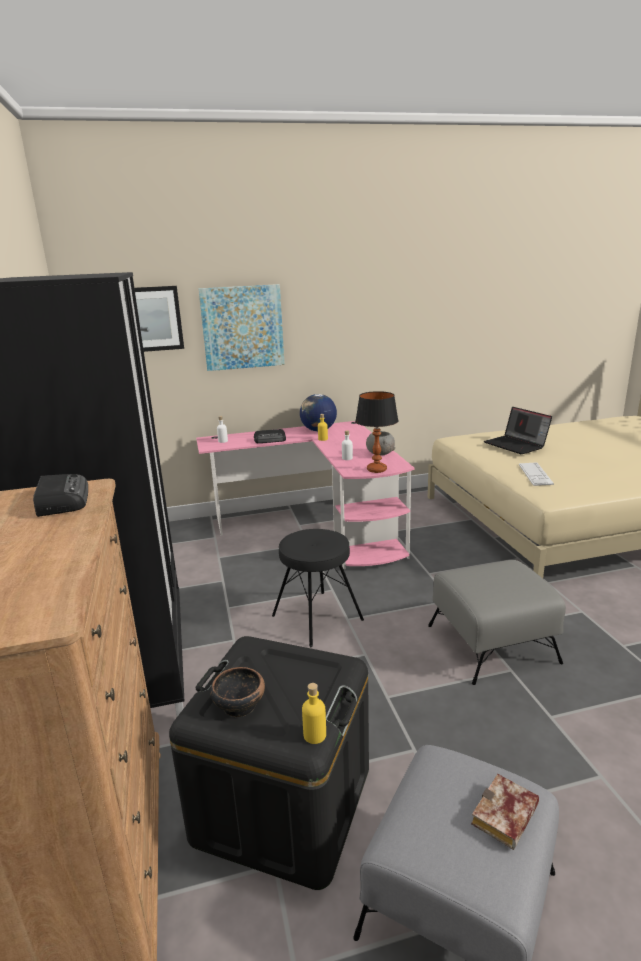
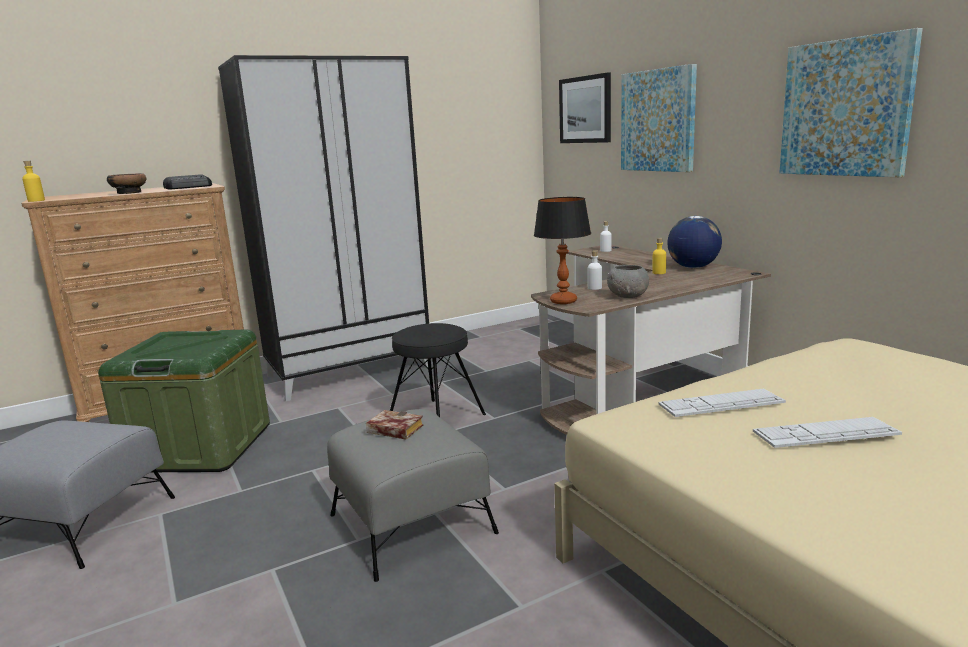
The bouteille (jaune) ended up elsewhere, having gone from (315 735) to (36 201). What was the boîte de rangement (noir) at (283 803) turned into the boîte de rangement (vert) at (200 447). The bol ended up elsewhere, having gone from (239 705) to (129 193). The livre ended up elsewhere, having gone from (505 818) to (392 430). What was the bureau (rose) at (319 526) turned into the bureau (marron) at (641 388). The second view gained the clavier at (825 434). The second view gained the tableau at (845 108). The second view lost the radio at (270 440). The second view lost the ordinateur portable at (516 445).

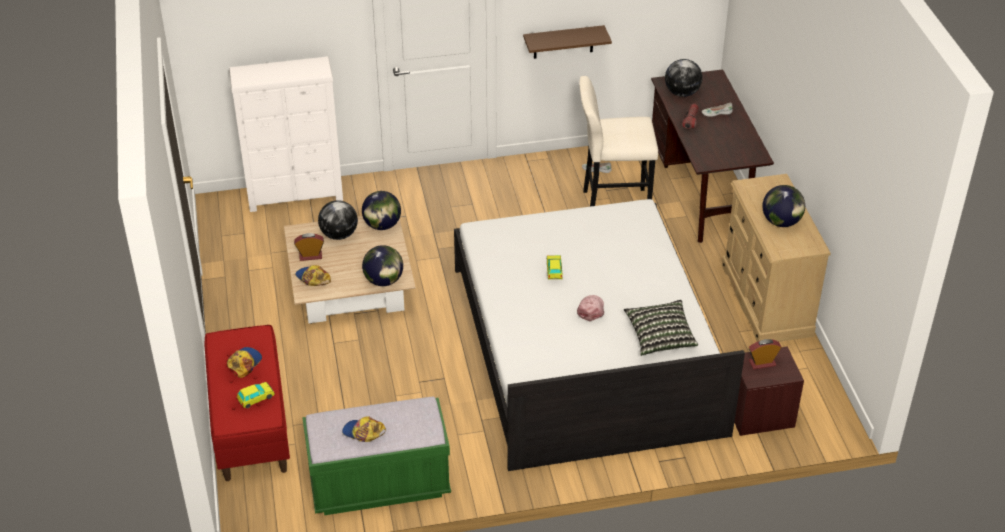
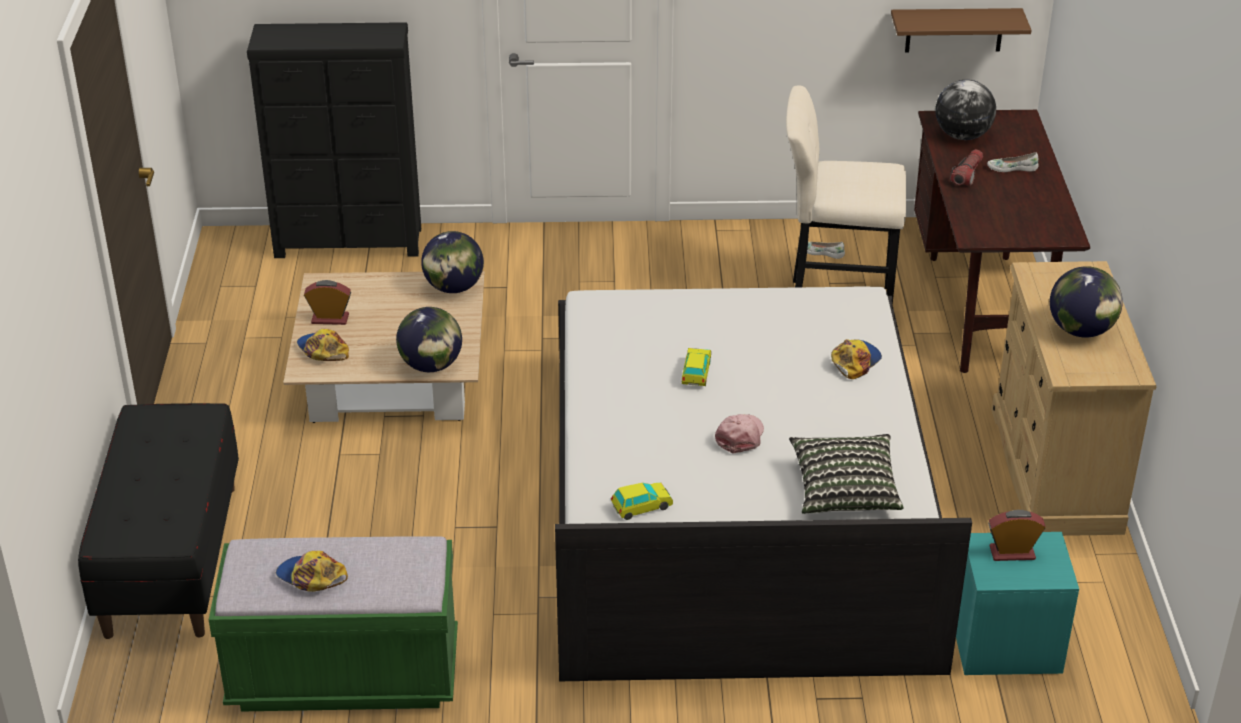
What was the banc (rouge) at (250 425) turned into the banc (noir) at (171 559). What was the commode (blanc) at (295 196) turned into the commode (noir) at (349 244). The petite voiture ended up elsewhere, having gone from (256 398) to (641 506). The casquette ended up elsewhere, having gone from (244 363) to (855 361). The étagère (marron) ended up elsewhere, having gone from (563 42) to (954 30). What was the table de chevet (marron) at (759 414) turned into the table de chevet (turquoise) at (1006 645). The second view lost the globe at (339 235).

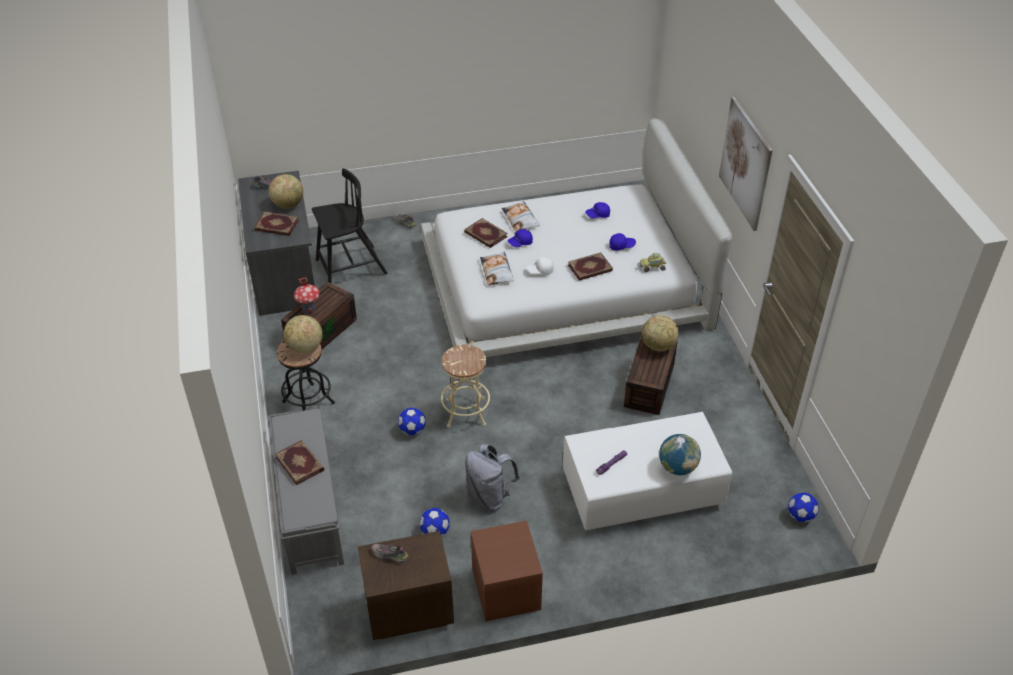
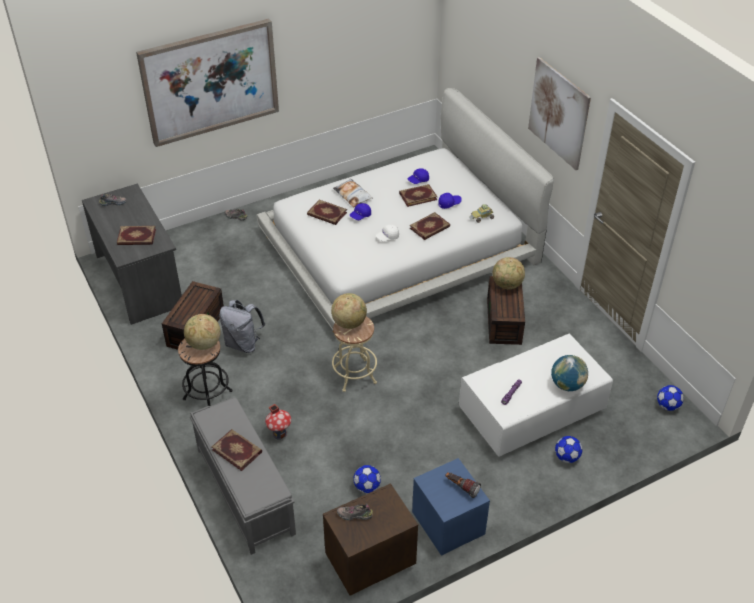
The second view gained the tableau at (210 81). The sac à dos (gris) ended up elsewhere, having gone from (490 495) to (243 344). The maison miniature ended up elsewhere, having gone from (309 309) to (279 433). The globe ended up elsewhere, having gone from (288 204) to (349 323). The second view gained the livre at (417 196). What was the table de chevet (marron) at (506 590) turned into the table de chevet (bleu) at (448 523). The second view gained the lampe de poche at (461 487). The ballon de foot ended up elsewhere, having gone from (412 430) to (567 457). The second view lost the chaise (noir) at (349 267). The second view lost the coussin at (497 272).

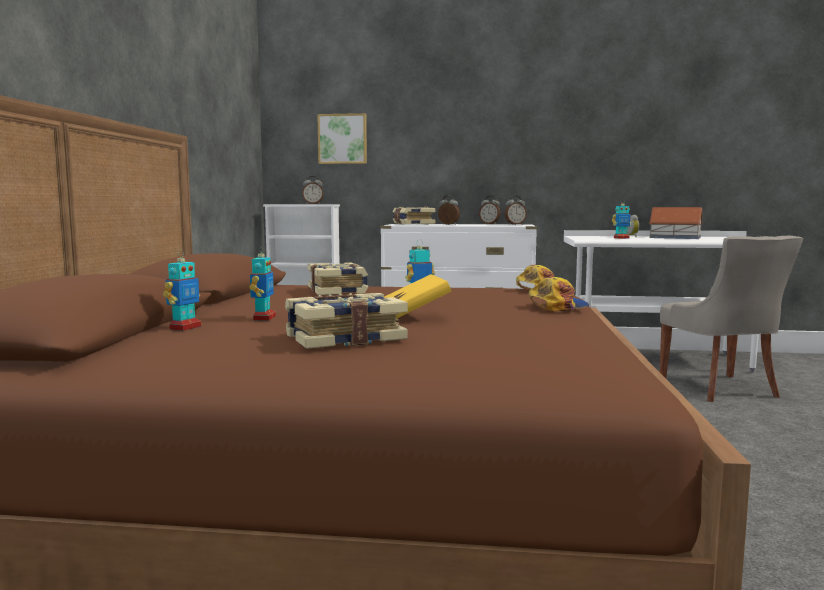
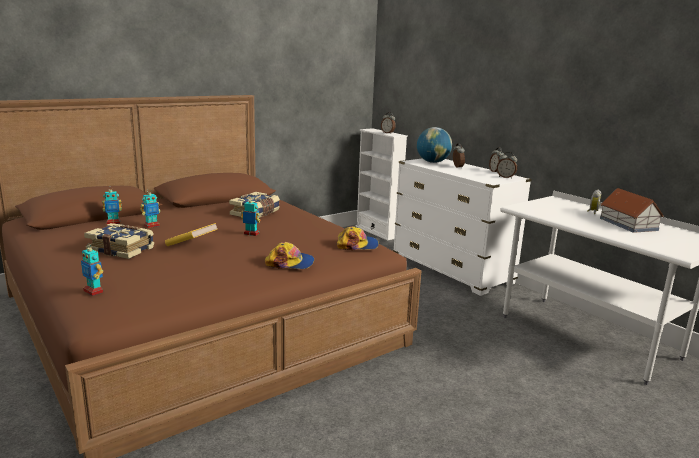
The robot jouet ended up elsewhere, having gone from (621 238) to (94 291). Where the livre stood at (412 224), the globe came to stand at (432 162). The second view lost the tableau at (342 139). The second view lost the chaise (gris) at (720 389).

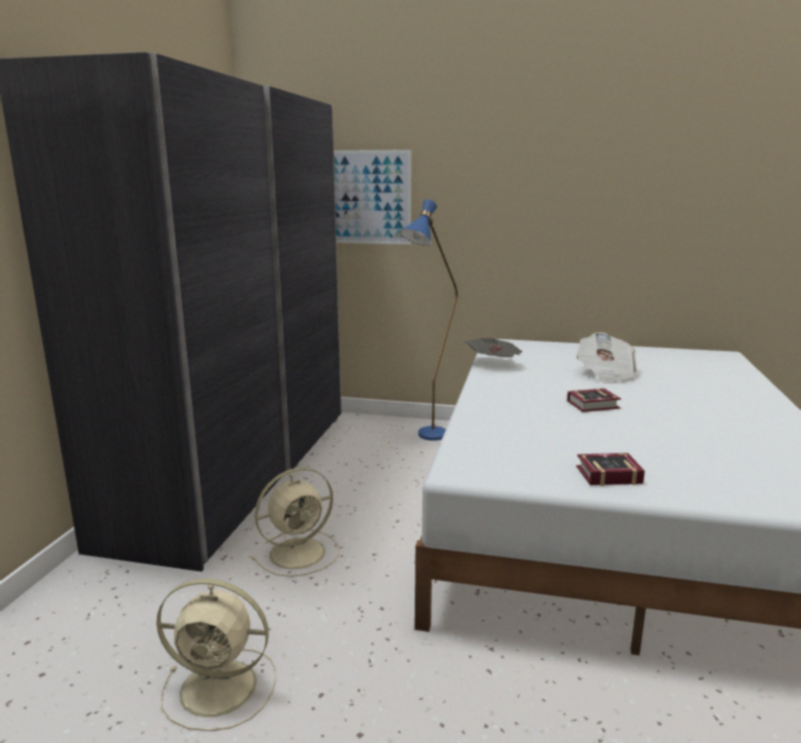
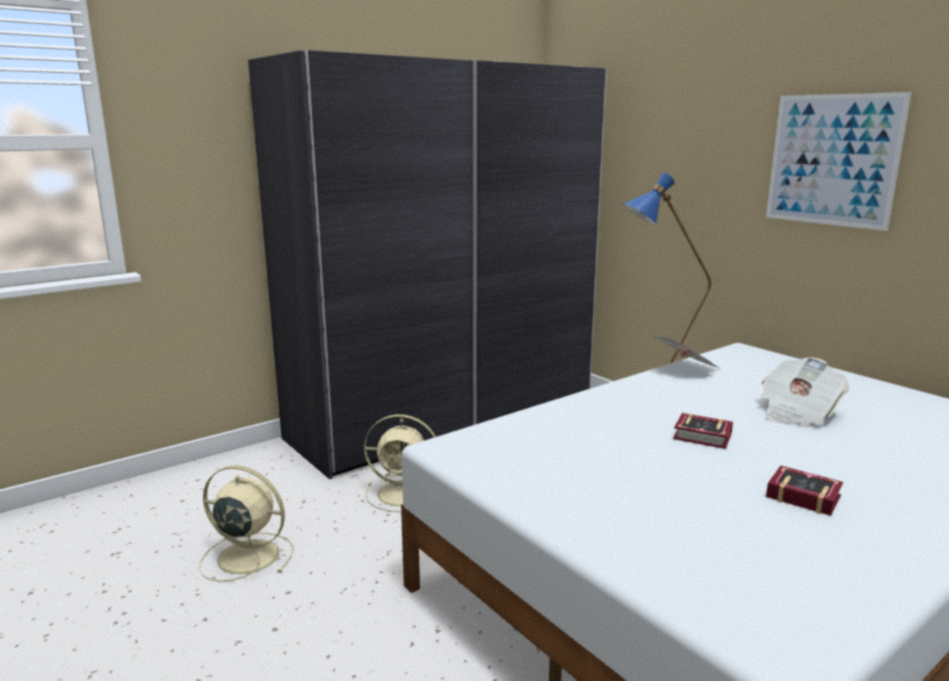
The ventilateur (beige) at (222 688) ended up facing another way, 150 degrees clockwise from before. The tableau ended up elsewhere, having gone from (367 197) to (832 160). The livre ended up elsewhere, having gone from (605 474) to (800 495).

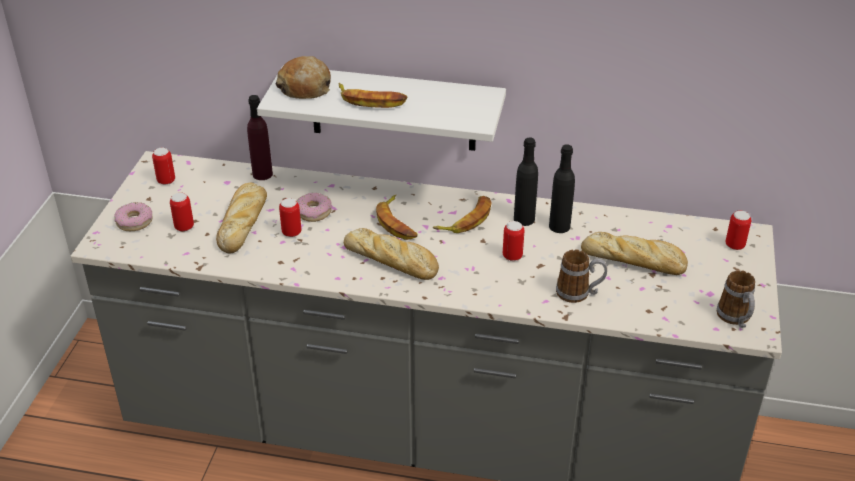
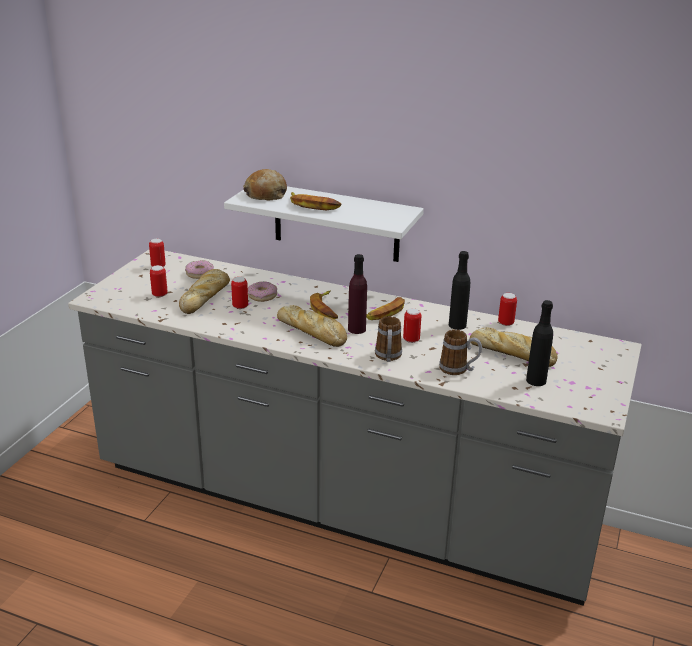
The beignet ended up elsewhere, having gone from (134 222) to (199 274). The bouteille (violet) ended up elsewhere, having gone from (262 174) to (356 329). The mug ended up elsewhere, having gone from (735 319) to (388 357). The boîte métallique ended up elsewhere, having gone from (734 245) to (505 323). The bouteille (noir) ended up elsewhere, having gone from (524 219) to (536 380).

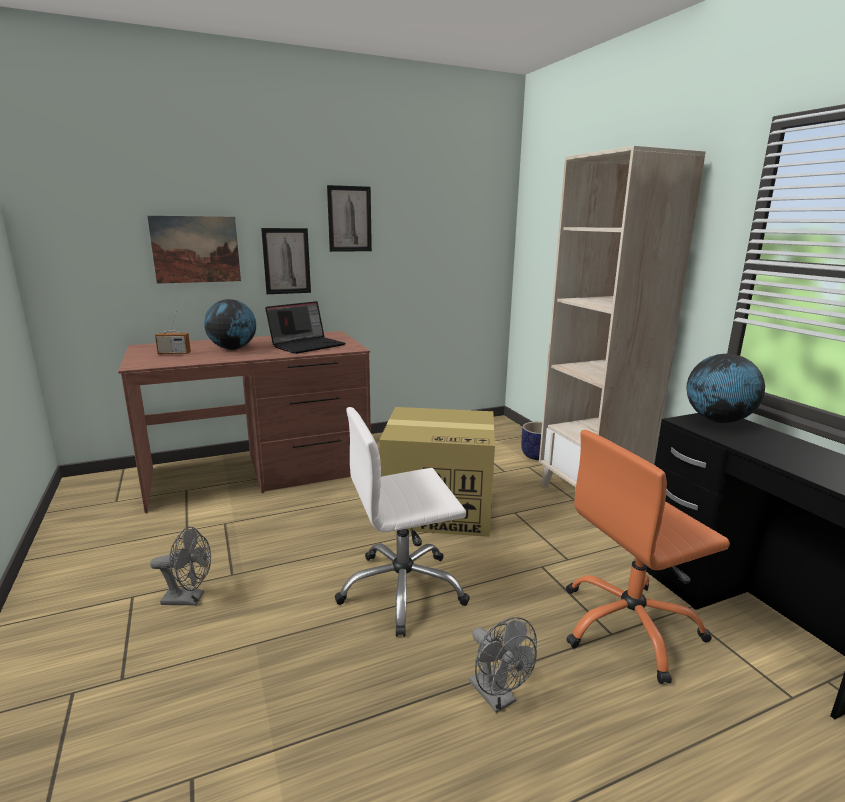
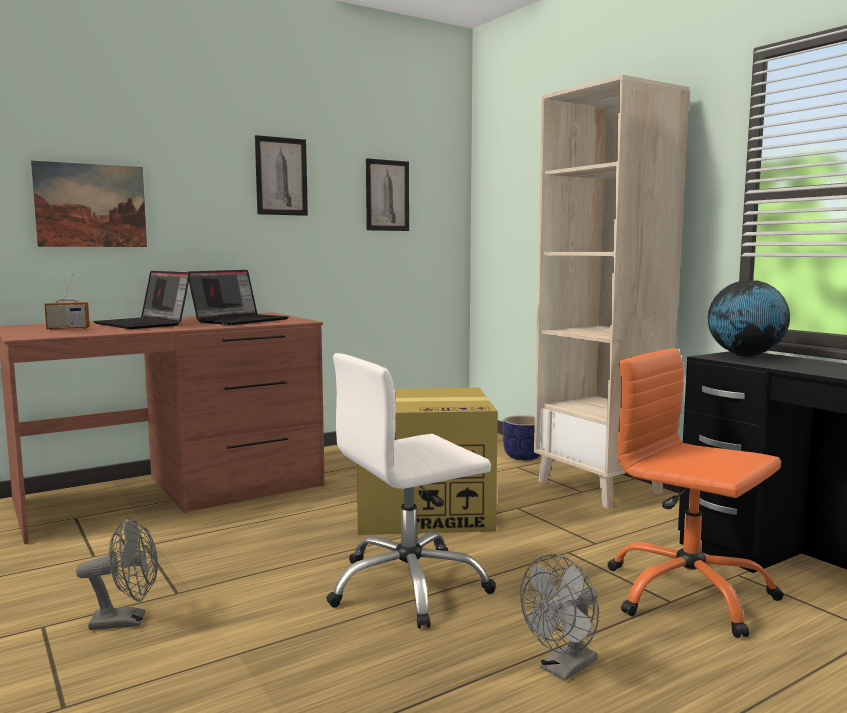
Where the globe stood at (233 348), the ordinateur portable came to stand at (144 324). The tableau ended up elsewhere, having gone from (286 261) to (387 195). The ventilateur (gris) at (497 697) ended up facing another way, 90 degrees clockwise from before. The chaise de bureau (orange) at (629 627) ended up facing another way, 75 degrees clockwise from before.

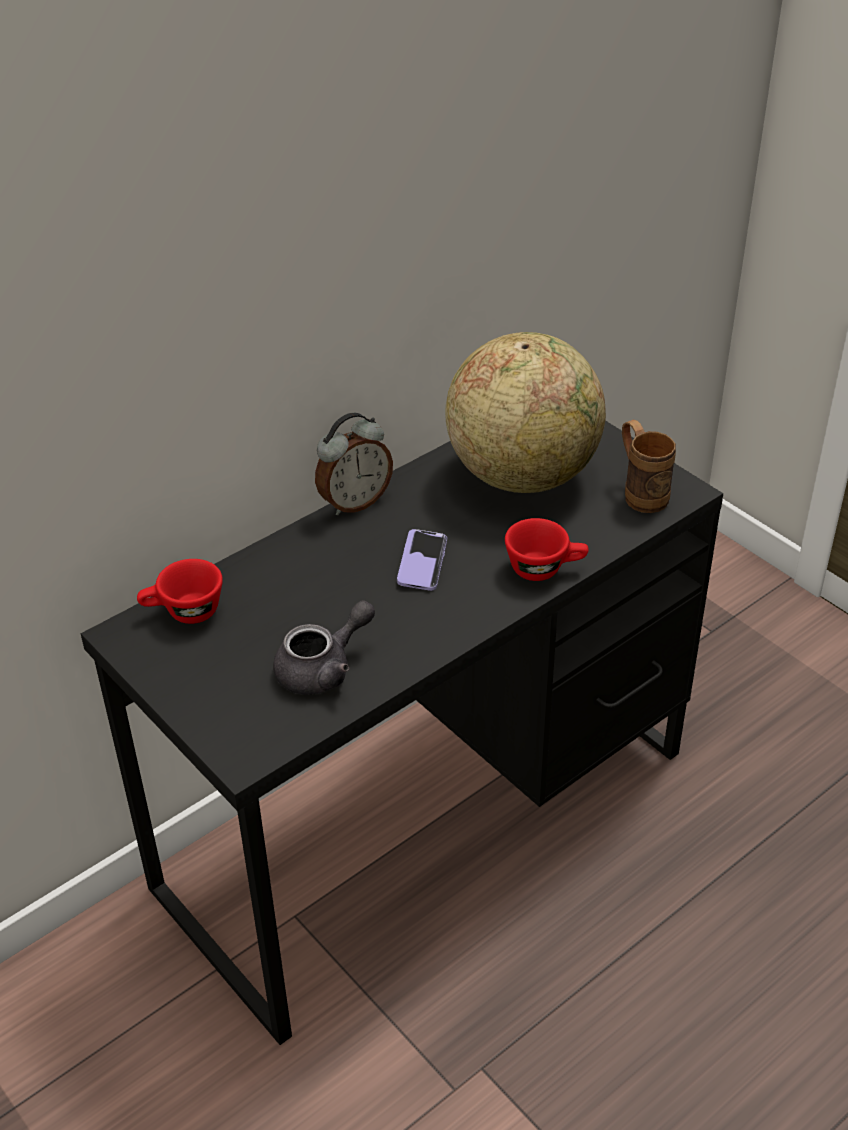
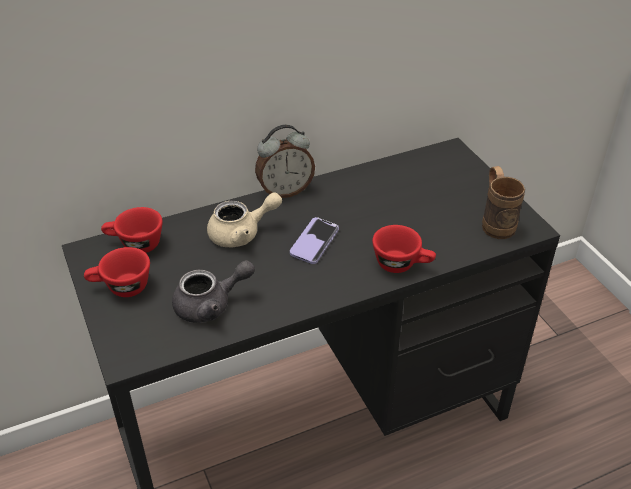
The second view gained the tasse (rouge) at (121 288). The second view gained the théière (beige) at (242 233). The second view lost the globe at (523 475).

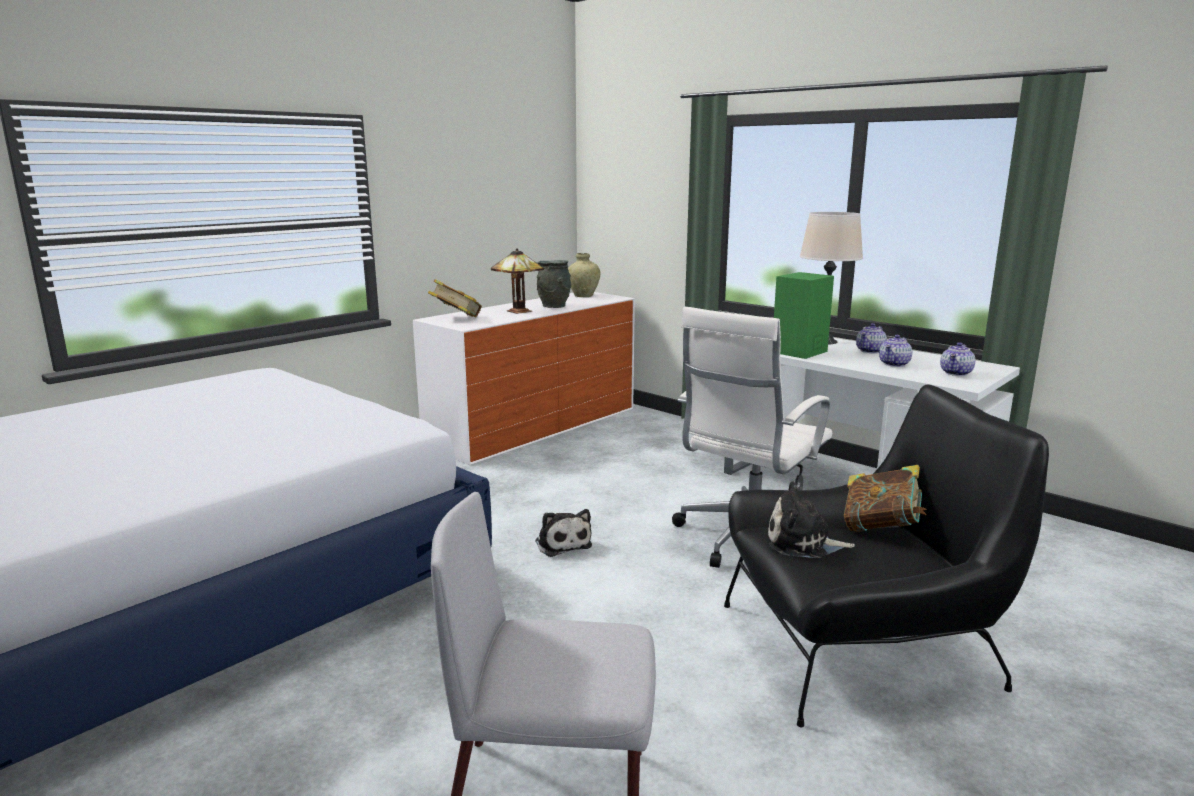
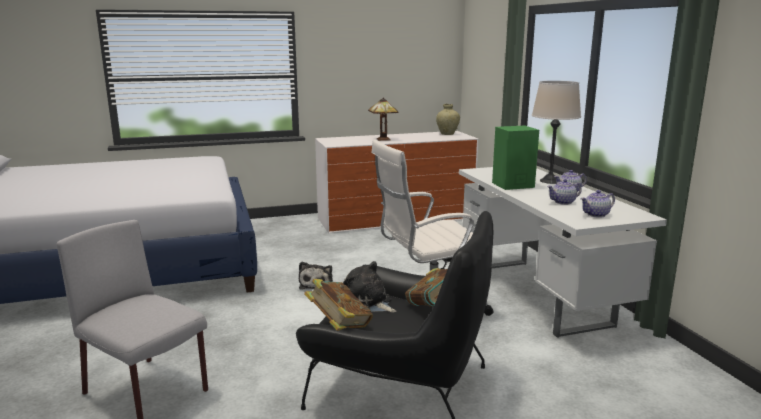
The livre ended up elsewhere, having gone from (456 319) to (339 326). The second view lost the vase (gris) at (554 306).

